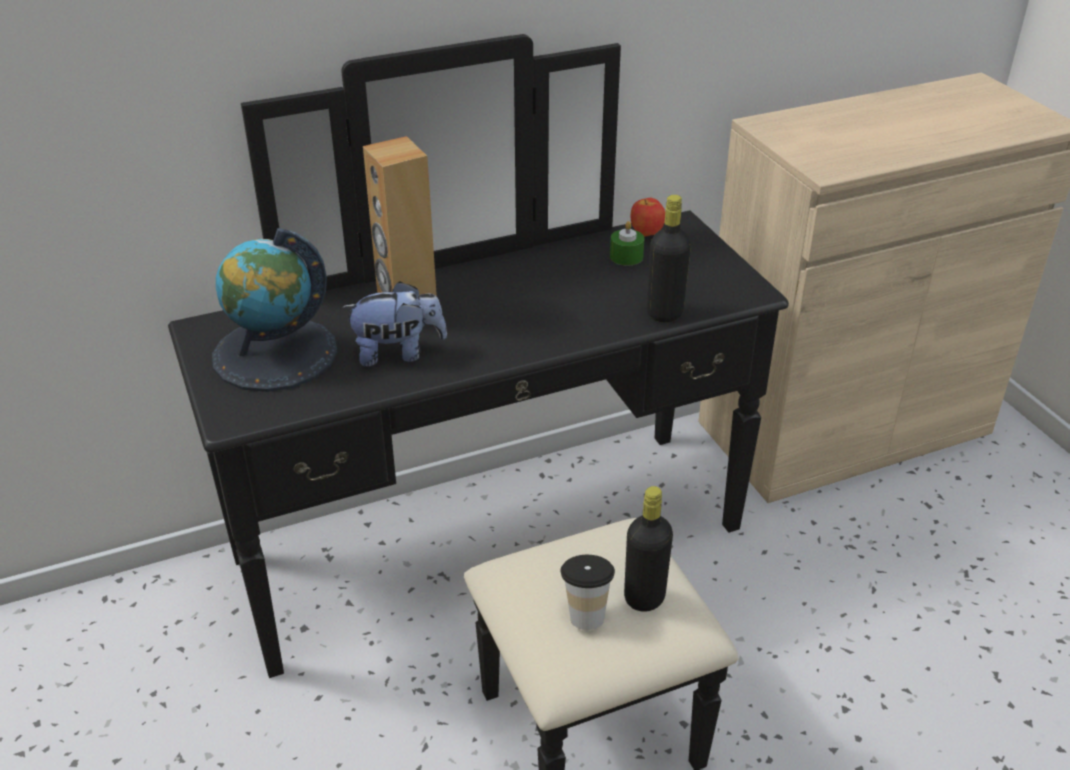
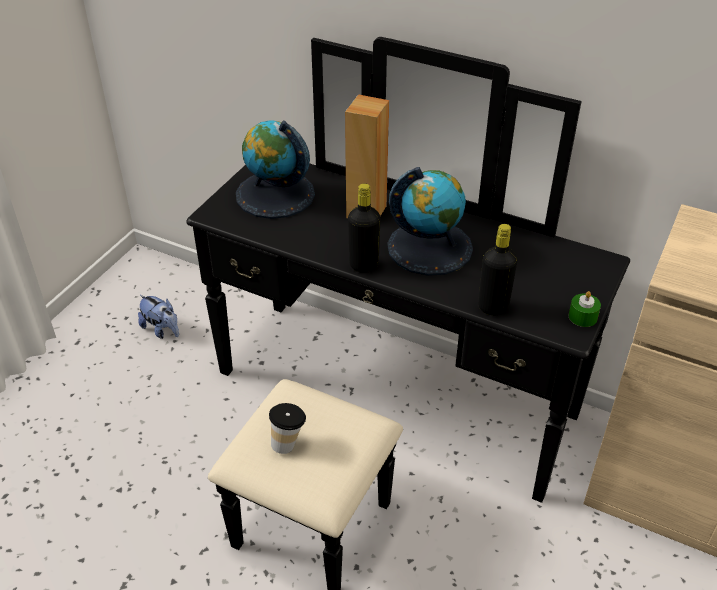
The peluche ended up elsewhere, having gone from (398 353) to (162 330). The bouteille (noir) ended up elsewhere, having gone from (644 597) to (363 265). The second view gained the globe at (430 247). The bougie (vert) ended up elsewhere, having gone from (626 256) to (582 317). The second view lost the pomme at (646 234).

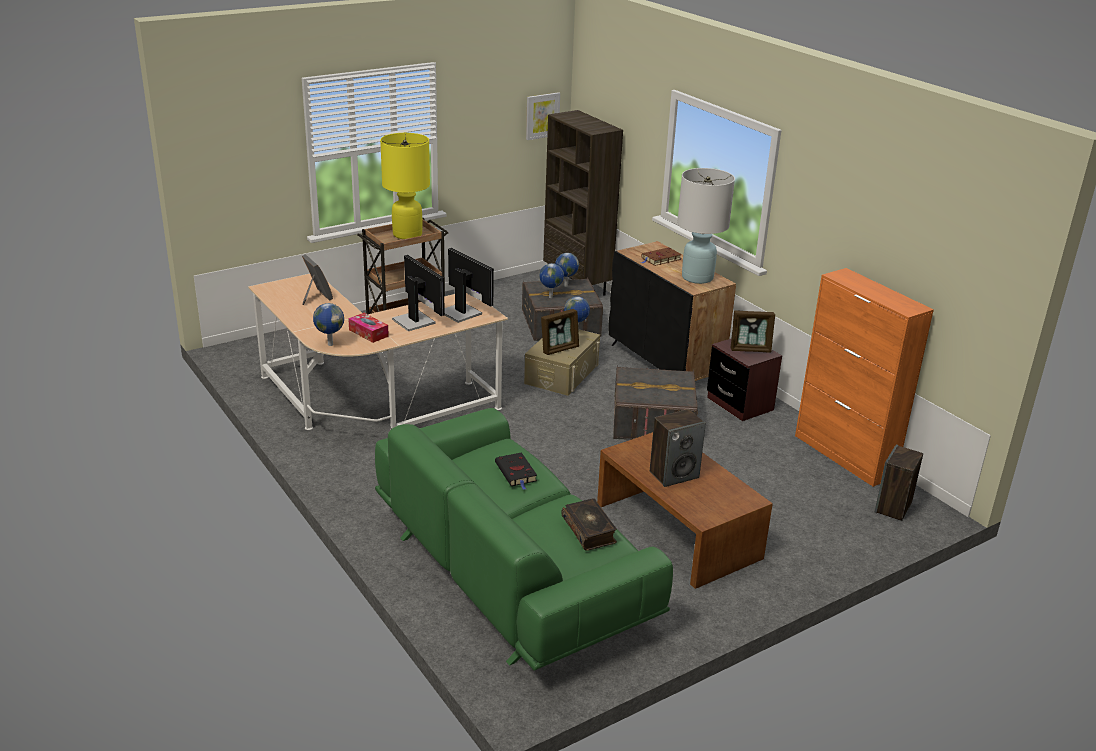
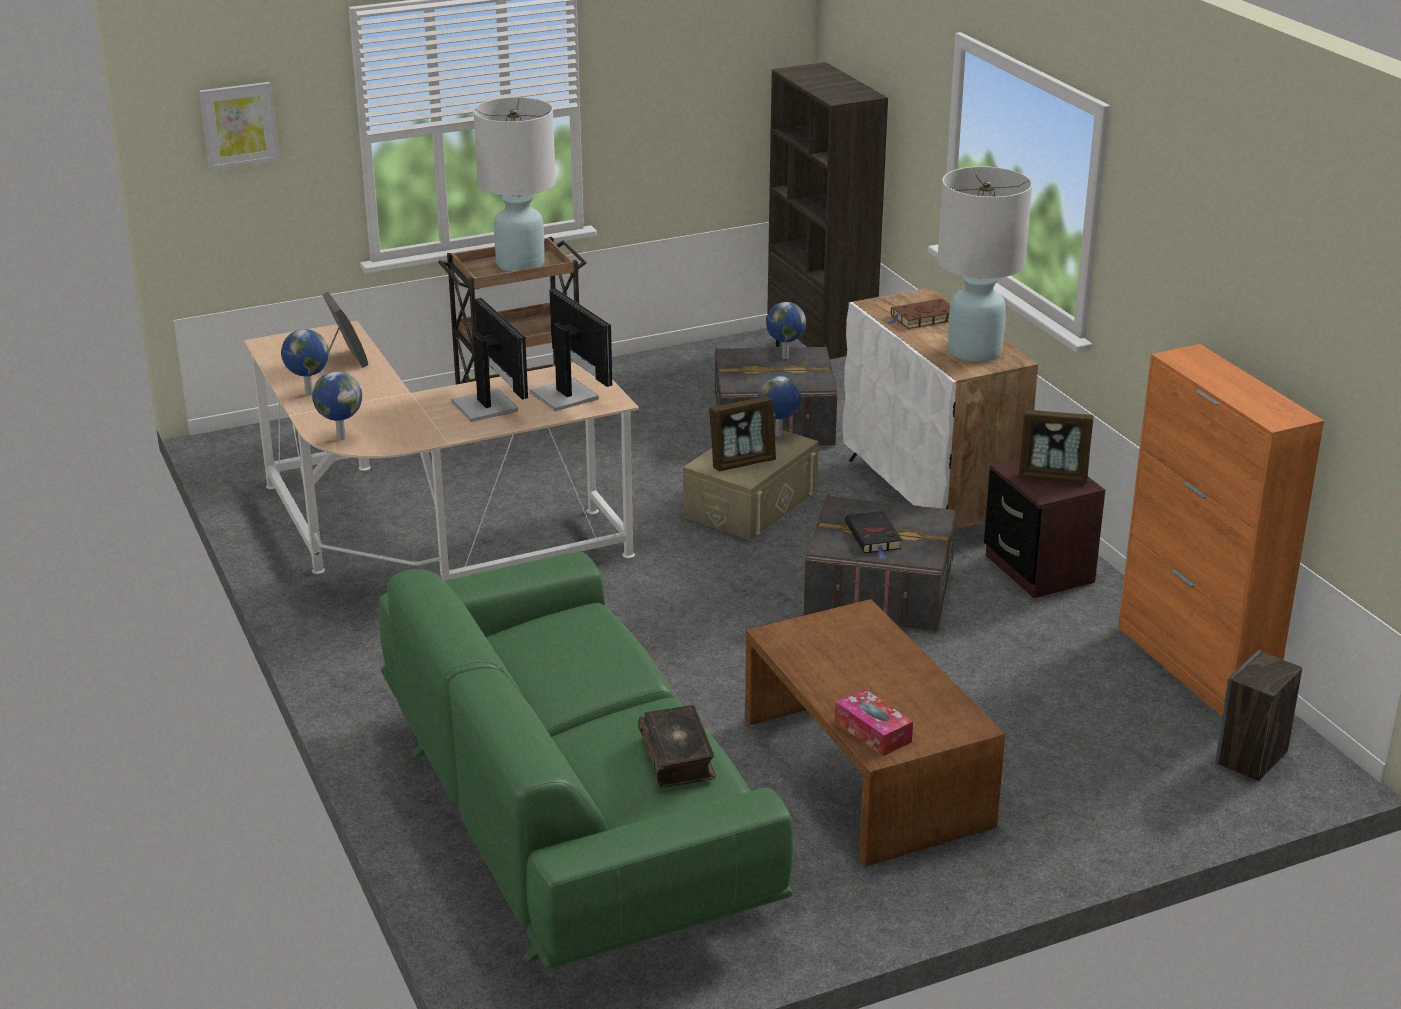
The tableau ended up elsewhere, having gone from (542 115) to (239 125). The globe ended up elsewhere, having gone from (550 297) to (308 393). What was the lampe de table (jaune) at (407 234) turned into the lampe de table (blanc) at (521 264). The boîte à mouchoirs ended up elsewhere, having gone from (368 333) to (872 732). What was the meuble de rangement (noir) at (665 363) turned into the meuble de rangement (blanc) at (931 495). The livre (noir) ended up elsewhere, having gone from (516 473) to (874 537). The second view lost the enceinte at (674 474).

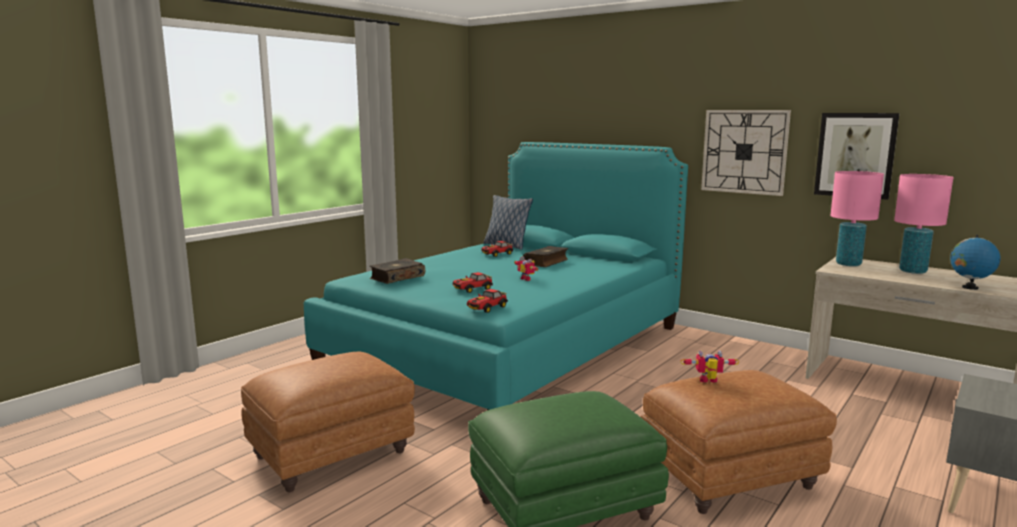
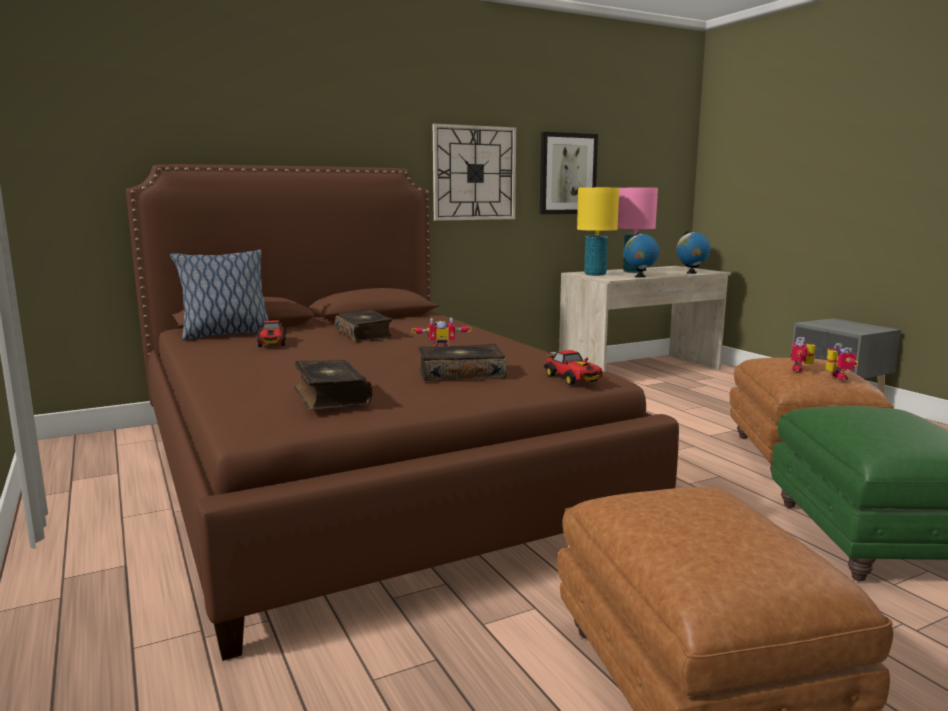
What was the lit (turquoise) at (508 345) turned into the lit (marron) at (362 472). Where the petite voiture stood at (472 289), the livre came to stand at (461 374). What was the lampe de table (rose) at (848 264) turned into the lampe de table (jaune) at (595 274). The second view gained the globe at (640 277). The second view gained the robot jouet at (836 377).

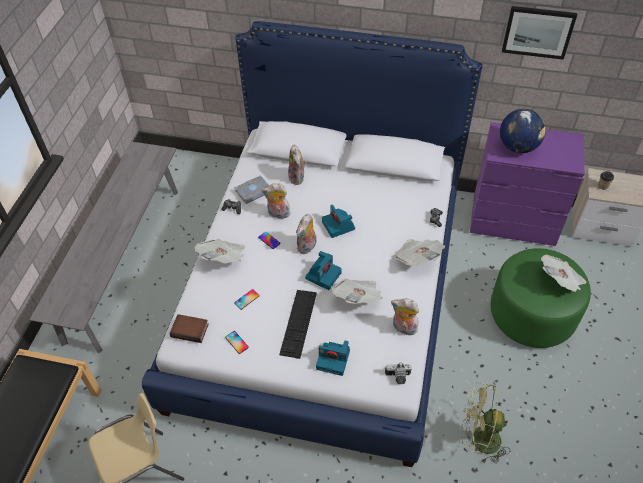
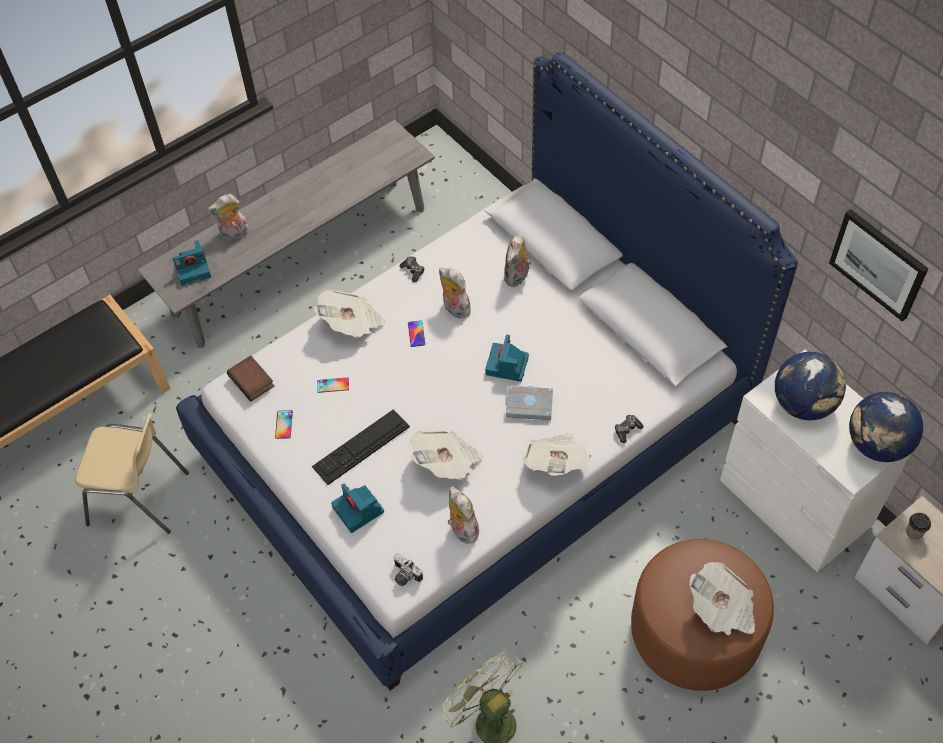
The appareil photo ended up elsewhere, having gone from (323 275) to (193 268). The peluche ended up elsewhere, having gone from (307 247) to (234 234). The livre (gris) ended up elsewhere, having gone from (253 191) to (530 404). What was the pouf (vert) at (532 315) turned into the pouf (marron) at (695 633). What was the commode (violet) at (513 221) turned into the commode (blanc) at (795 504). The second view gained the globe at (877 445).

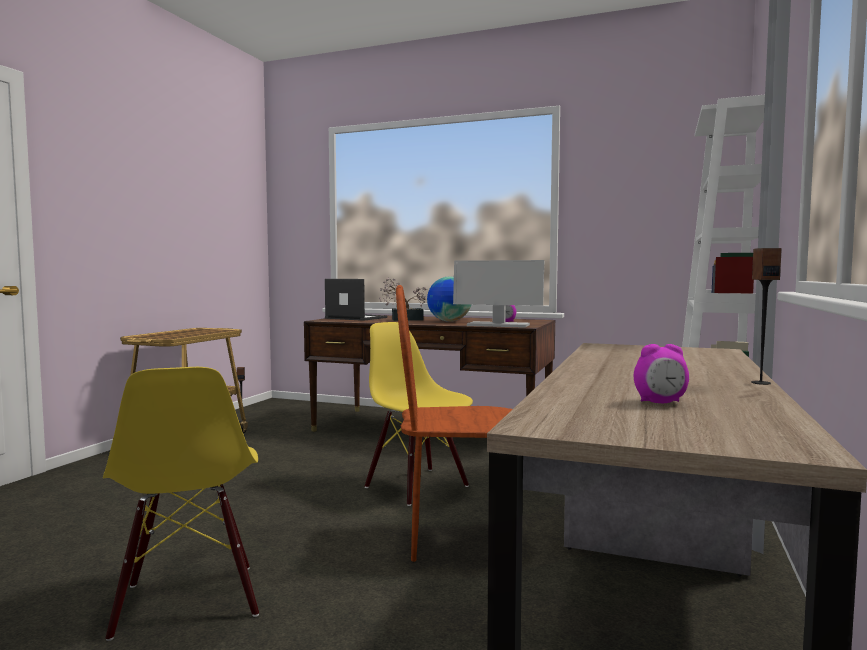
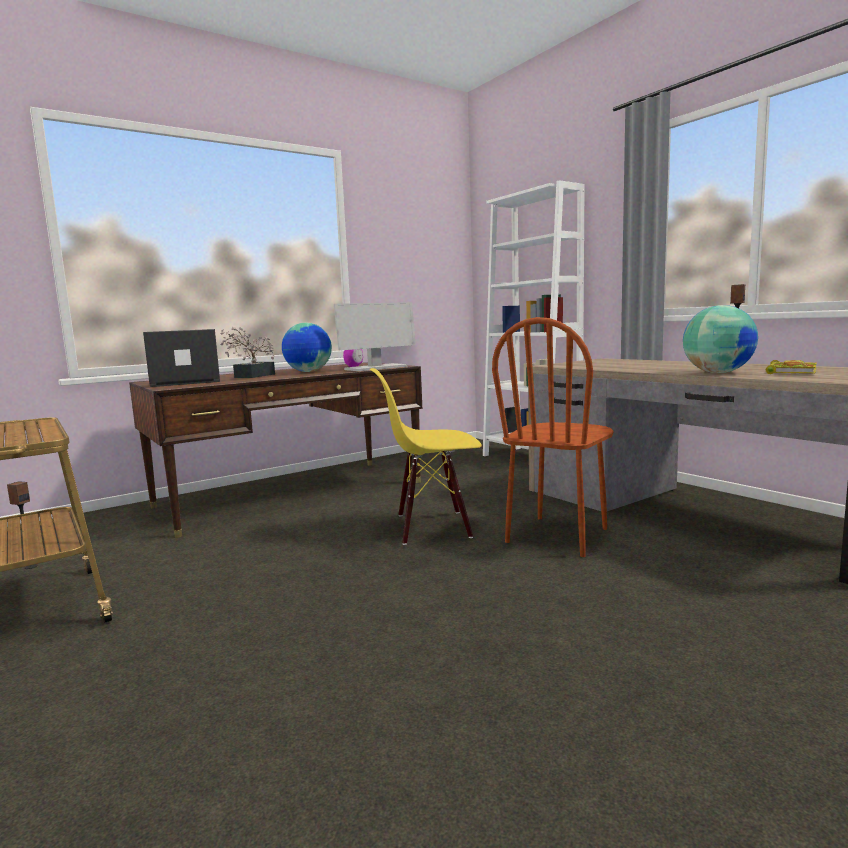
The second view gained the globe at (717 373). Where the réveil stood at (660 402), the livre came to stand at (791 371). The second view lost the chaise (jaune) at (188 601).

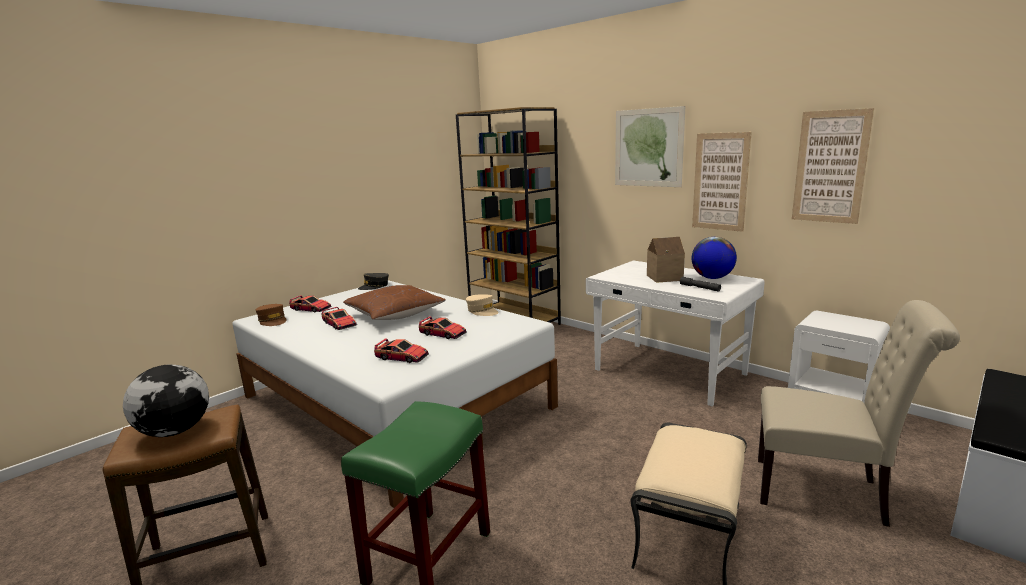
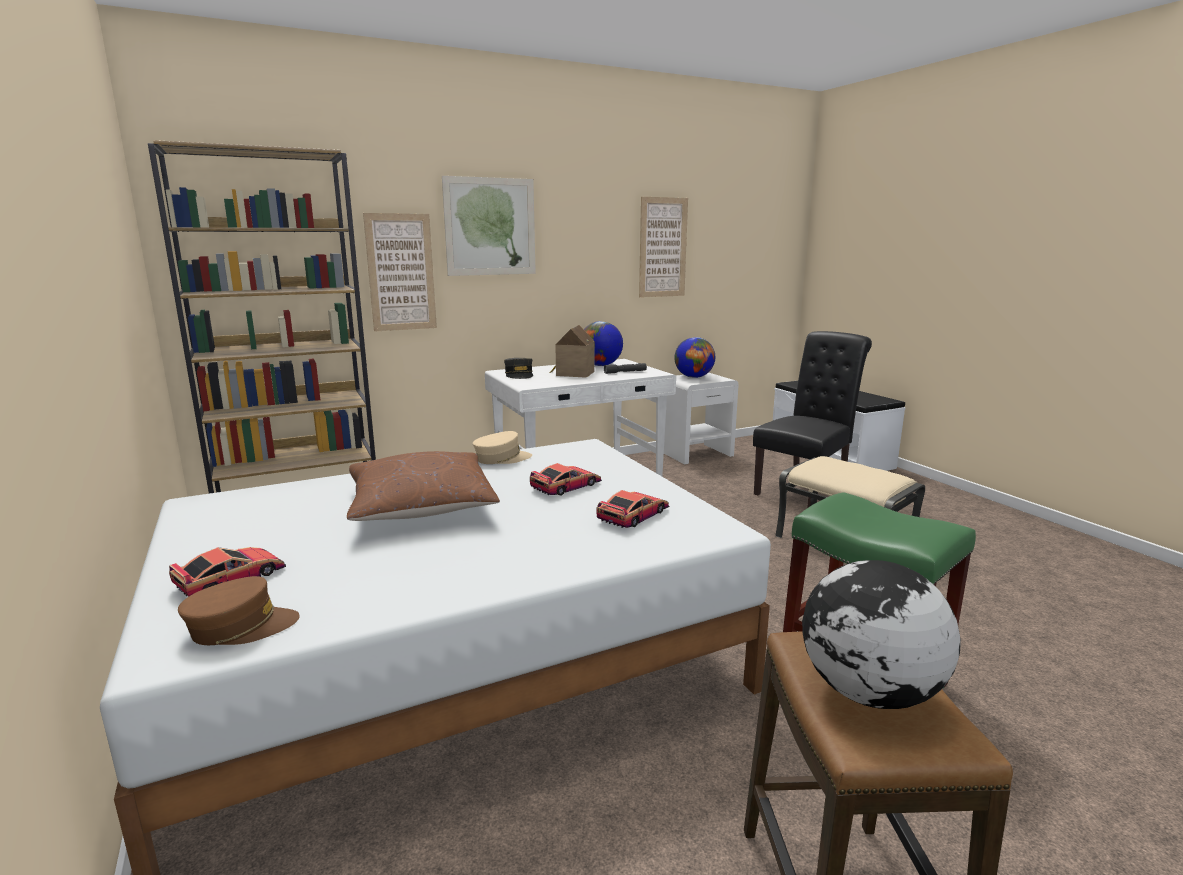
The tableau ended up elsewhere, having gone from (720 182) to (401 272). The casquette (gris) ended up elsewhere, having gone from (374 286) to (519 375). The second view gained the globe at (693 377). What was the chaise (beige) at (827 492) turned into the chaise (noir) at (805 489). The second view lost the petite voiture at (339 324).

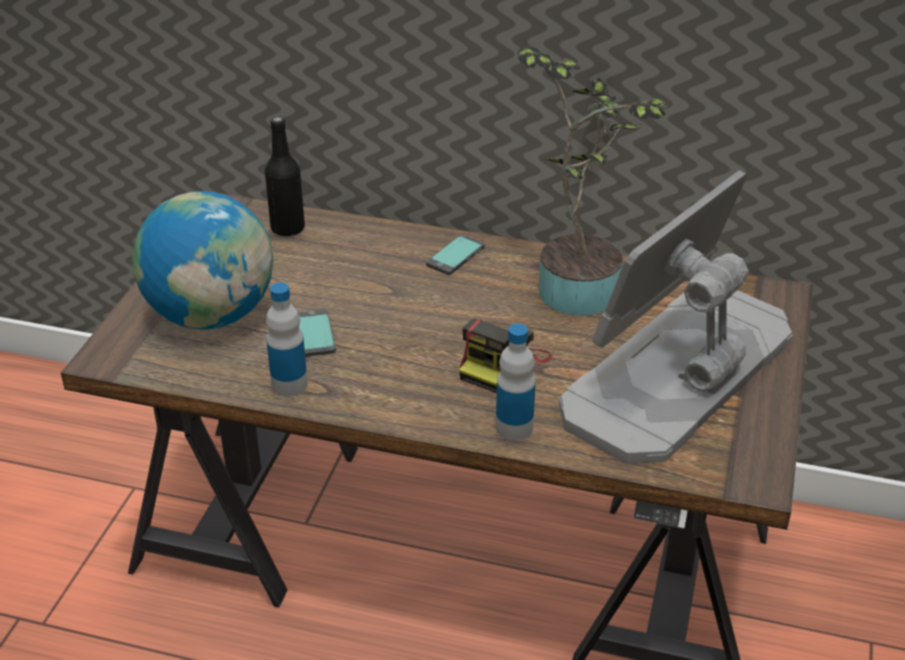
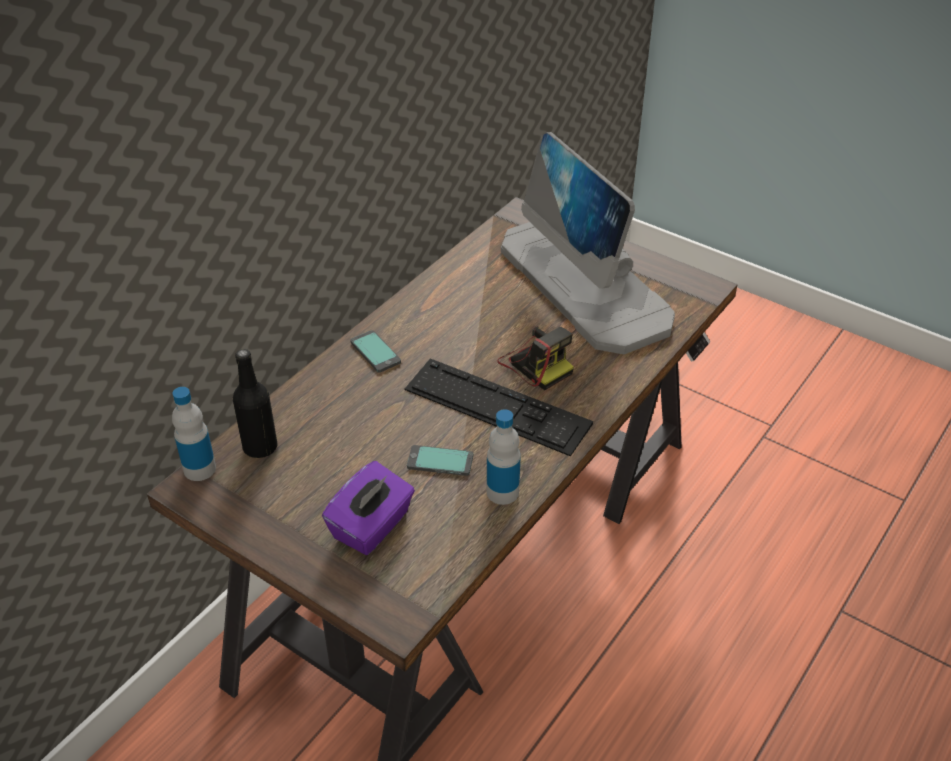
The bouteille ended up elsewhere, having gone from (514 427) to (199 469). Where the globe stood at (212 315), the boîte à mouchoirs (violet) came to stand at (372 526). The second view gained the clavier at (497 406). The second view lost the plante en pot at (579 285).

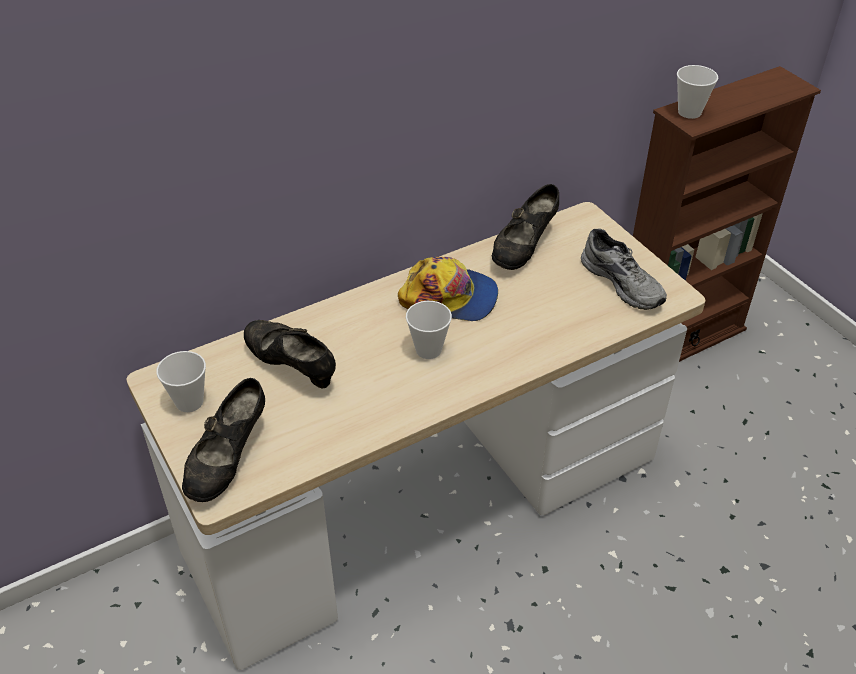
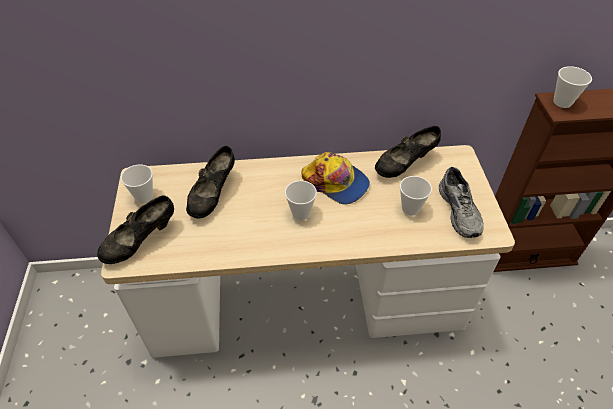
The chaussure (noir) at (291 367) ended up facing another way, 135 degrees counterclockwise from before. The second view gained the tasse at (410 208).

